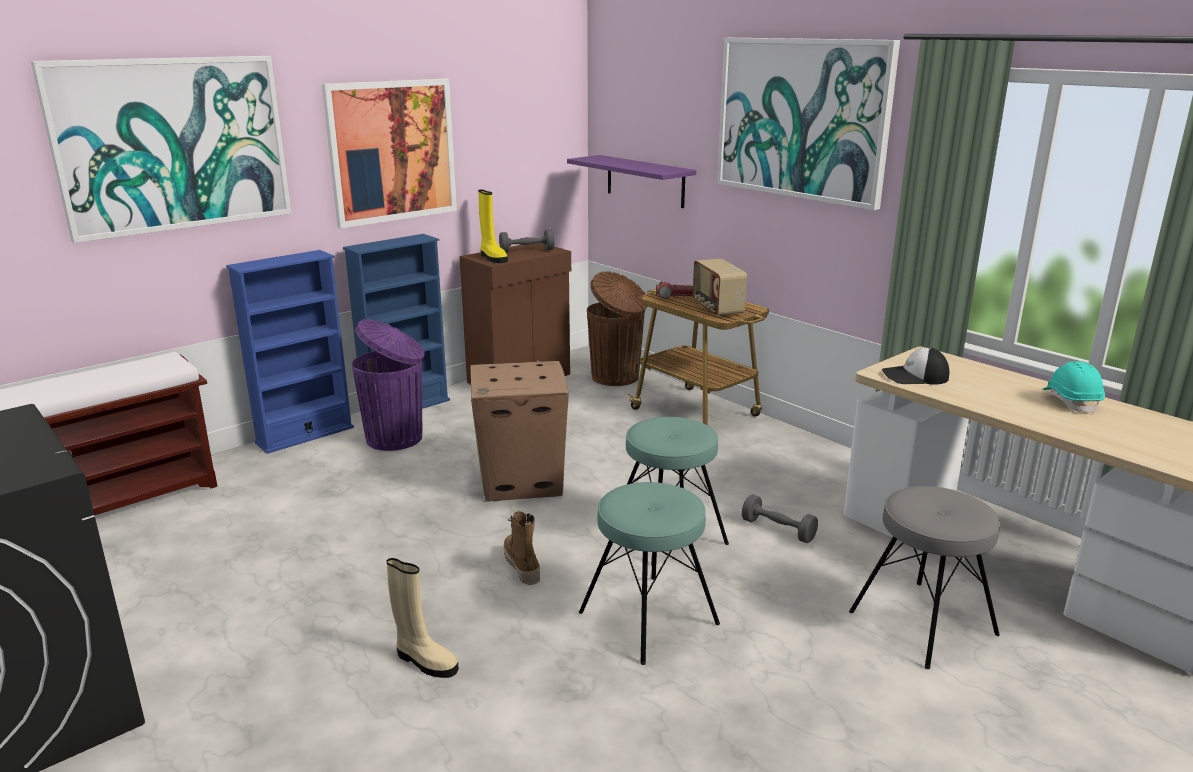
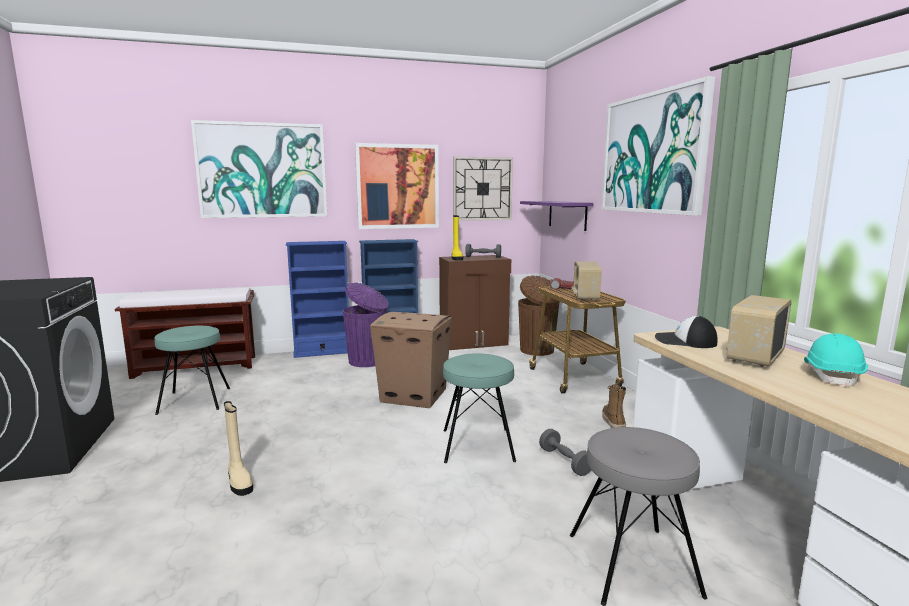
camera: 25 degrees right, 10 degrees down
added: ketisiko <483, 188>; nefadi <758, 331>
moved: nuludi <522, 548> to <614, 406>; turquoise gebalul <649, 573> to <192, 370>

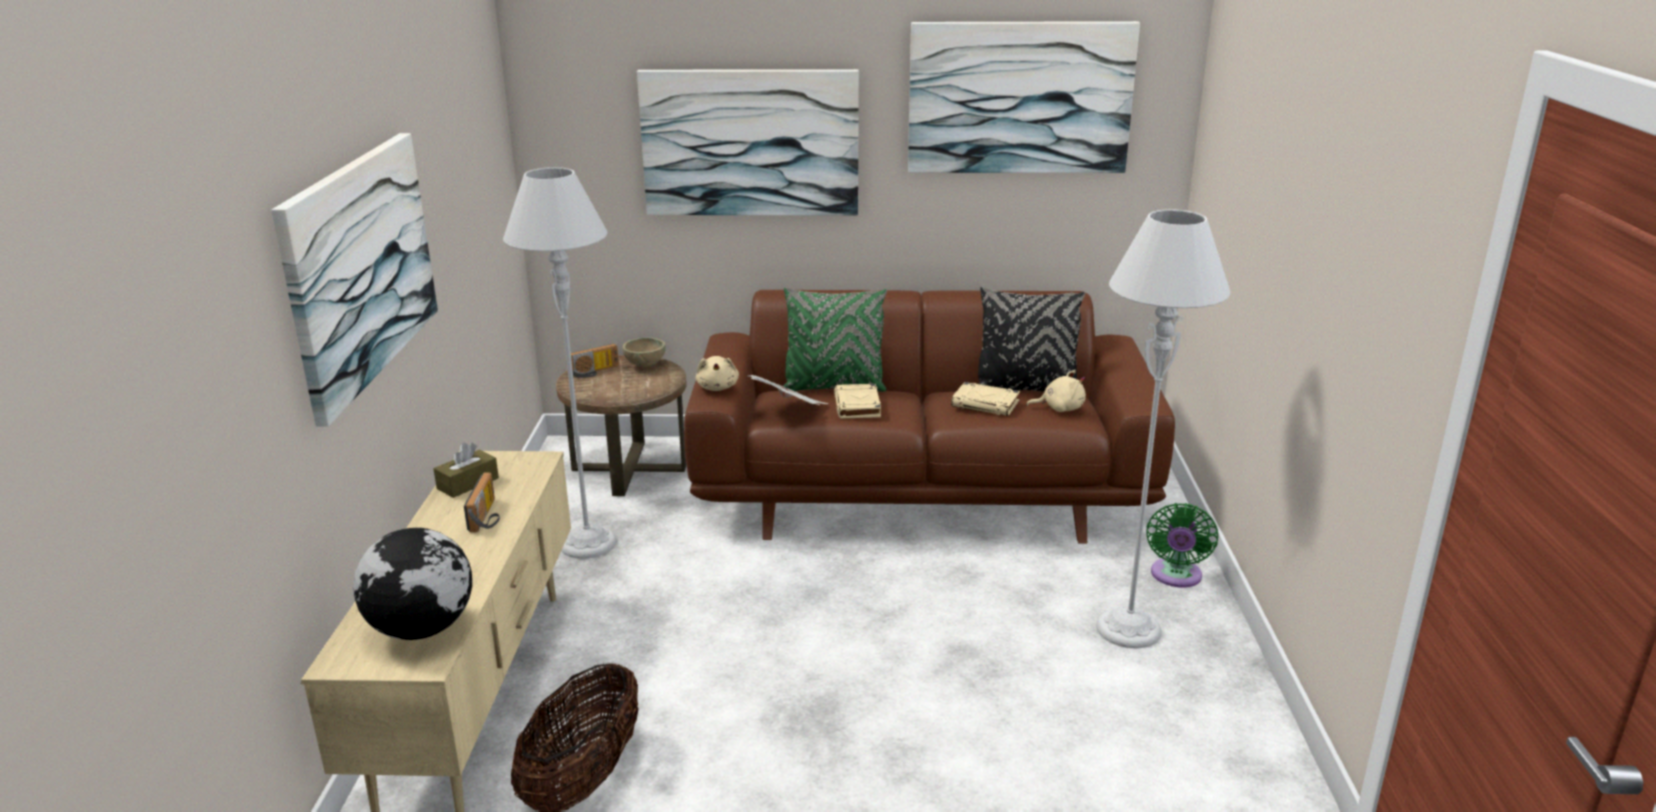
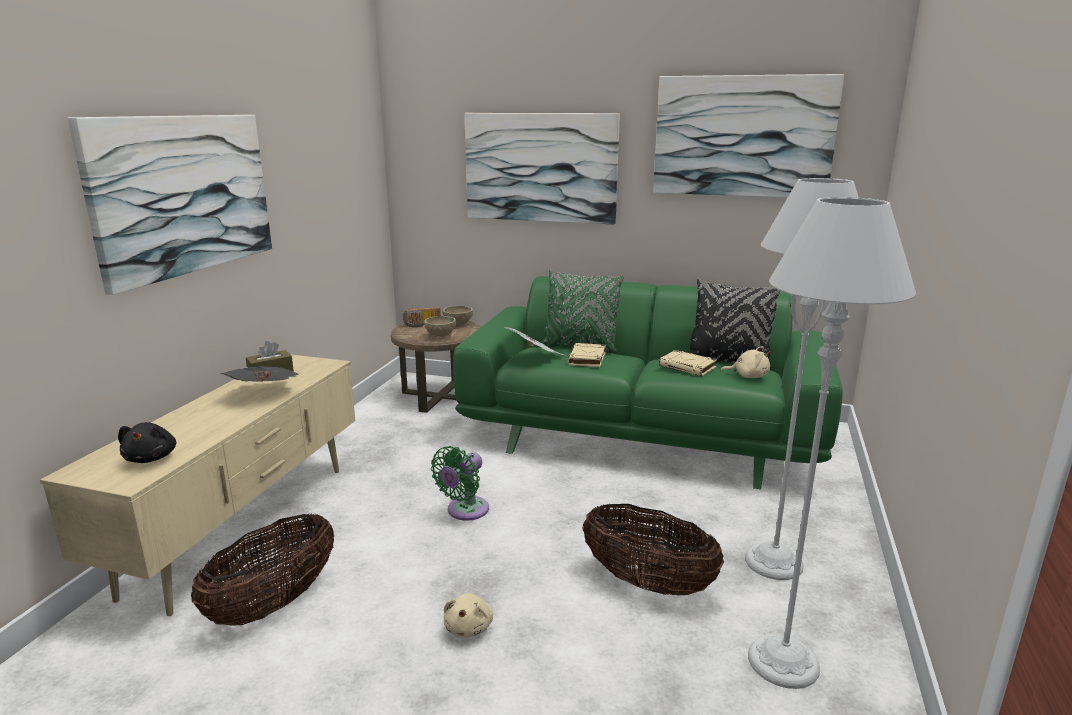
camera: 15 degrees right, 5 degrees down
added: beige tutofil <440, 326>; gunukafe <653, 549>
moved: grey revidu <560, 363> to <832, 443>; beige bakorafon <717, 373> to <468, 615>; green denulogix <1182, 545> to <460, 483>
replaced: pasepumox <412, 584> to black bakorafon <147, 442>; nefadi <482, 502> to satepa <259, 374>
recoloured: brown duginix <929, 416> to green duginix <648, 382>

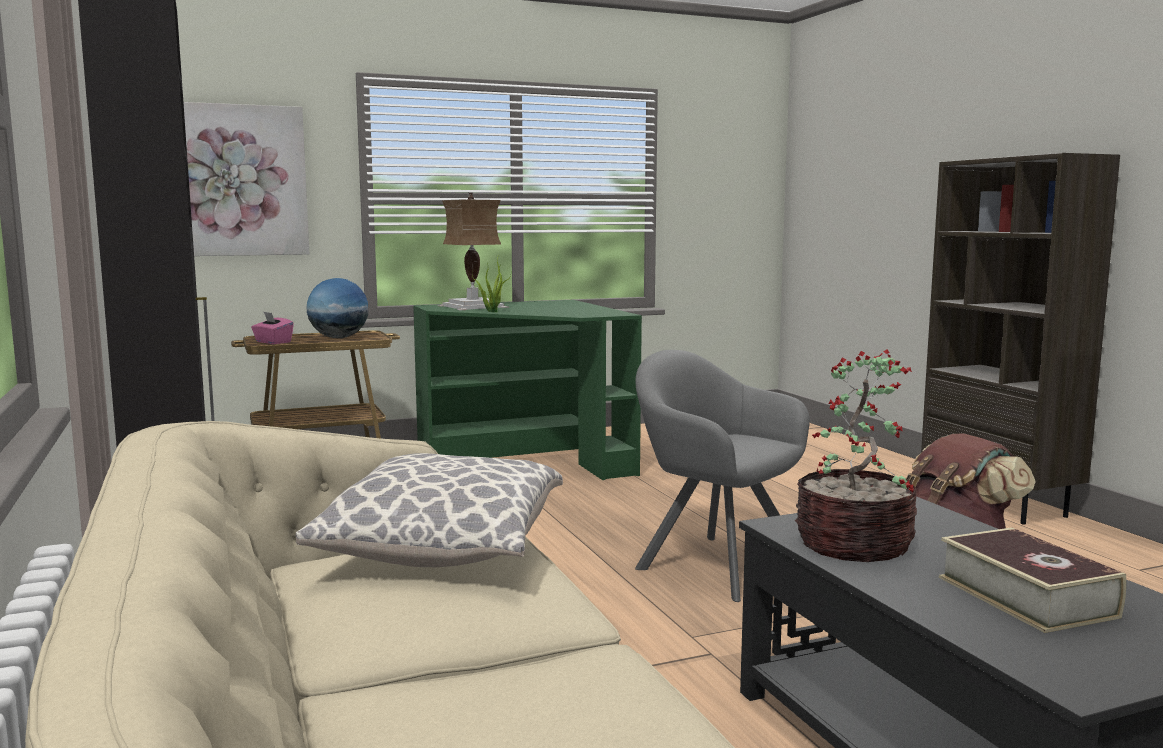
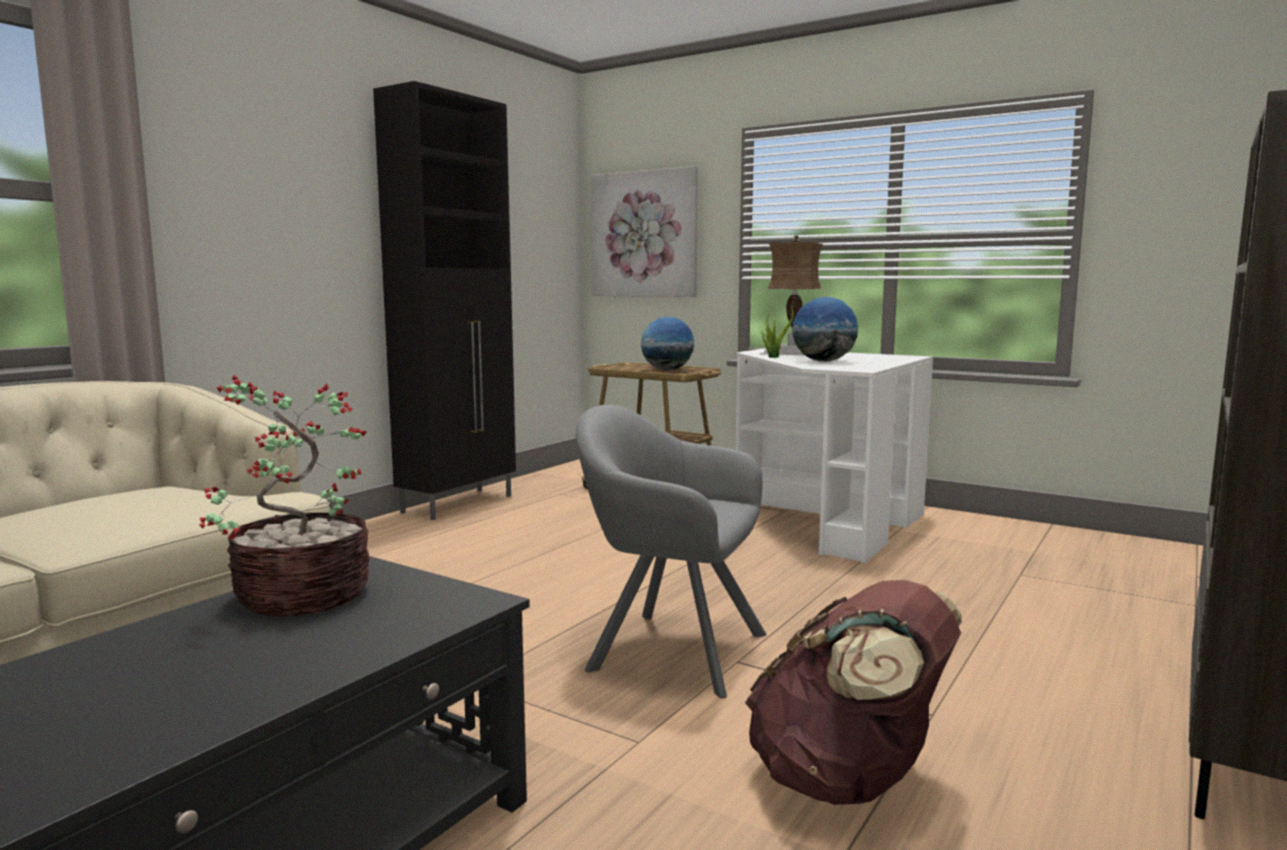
camera: 55 degrees right, 0 degrees up
removed: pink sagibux <272, 327>; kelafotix <429, 510>; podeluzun <1032, 580>
added: pasepumox <825, 329>
recoloured: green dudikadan <527, 390> to white dudikadan <834, 456>
turned: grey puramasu <722, 476> = <671, 551> 75 degrees counterclockwise

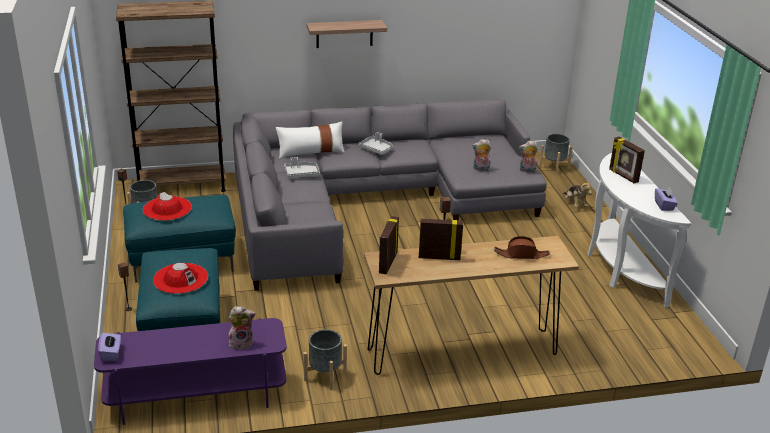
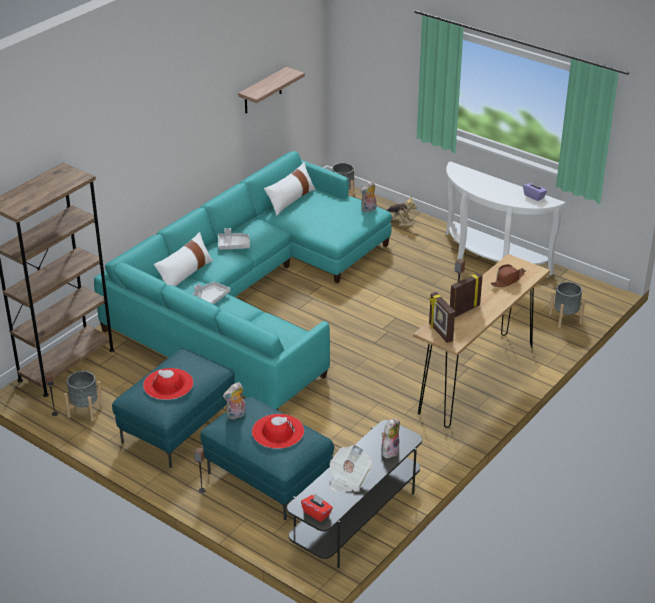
camera: 40 degrees left, 5 degrees up
removed: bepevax <627, 160>
added: white kelafotix <289, 189>; satepa <351, 467>
moved: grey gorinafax <325, 359> to <567, 305>; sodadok <346, 34> to <271, 90>; bakorafon <481, 155> to <234, 401>
recoloured: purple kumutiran <190, 371> to grey kumutiran <354, 494>; purple sagibux <109, 347> to red sagibux <317, 508>; grey duginix <390, 195> to turquoise duginix <243, 280>

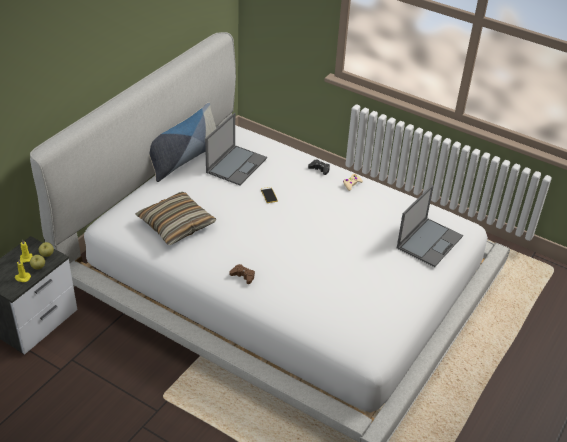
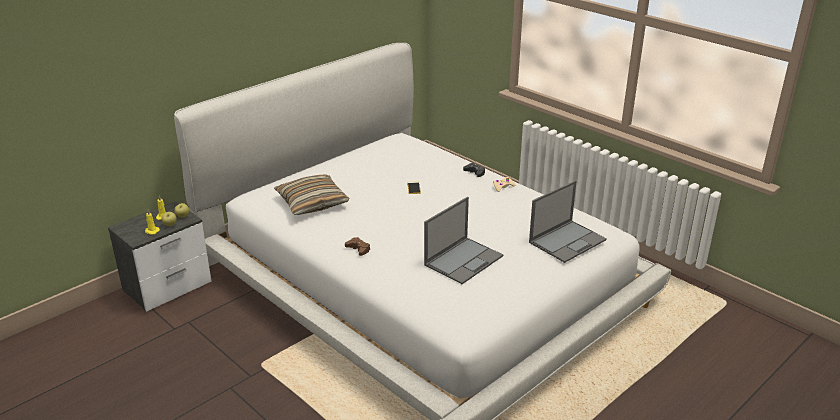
camera: 15 degrees right, 10 degrees down
removed: kelafotix <183, 142>
moved: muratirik <236, 149> to <463, 240>

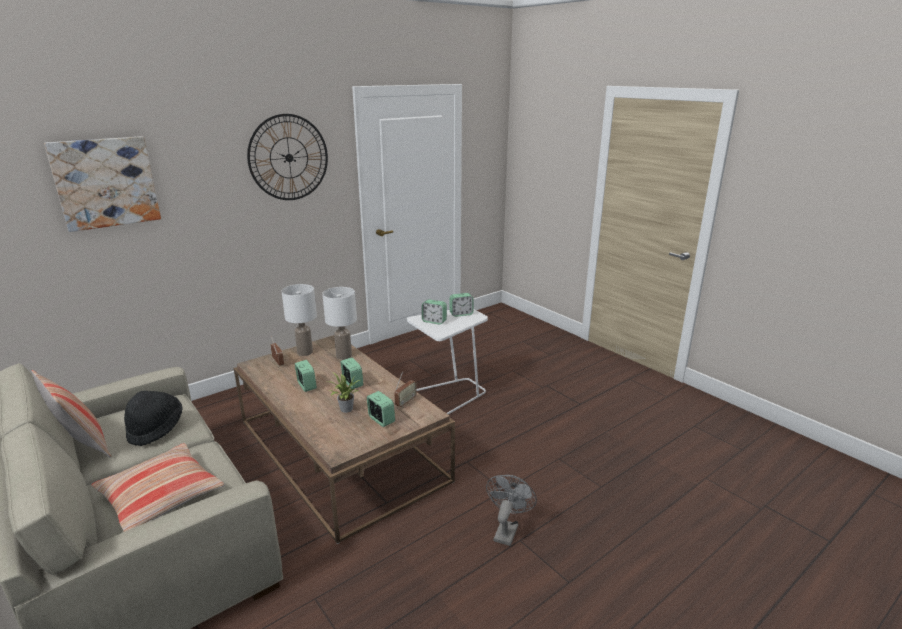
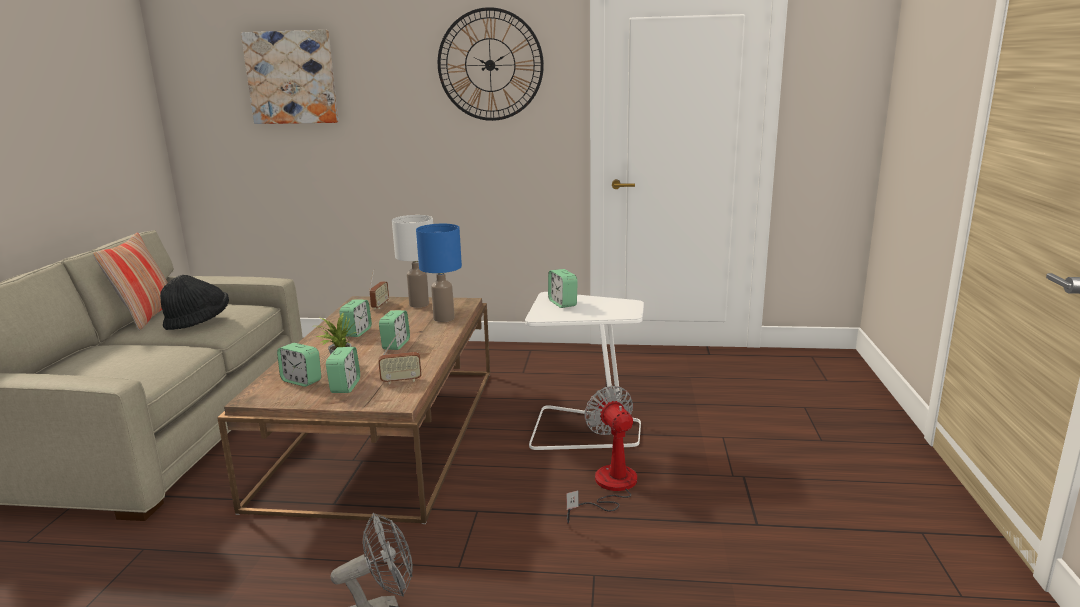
camera: 45 degrees right, 5 degrees down
removed: kelafotix <158, 487>
added: denulogix <601, 455>
moved: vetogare <461, 305> to <299, 365>
recoloured: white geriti <339, 323> to blue geriti <439, 273>

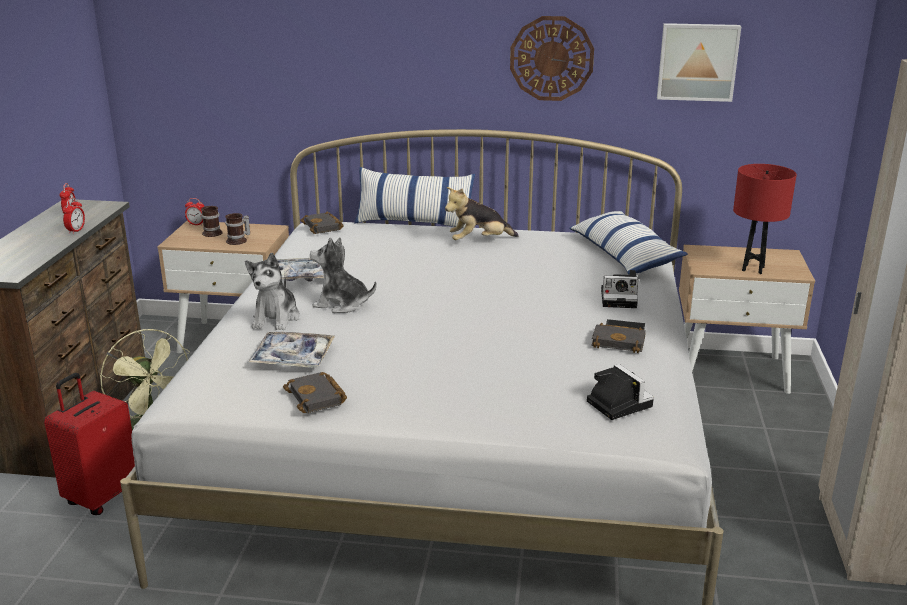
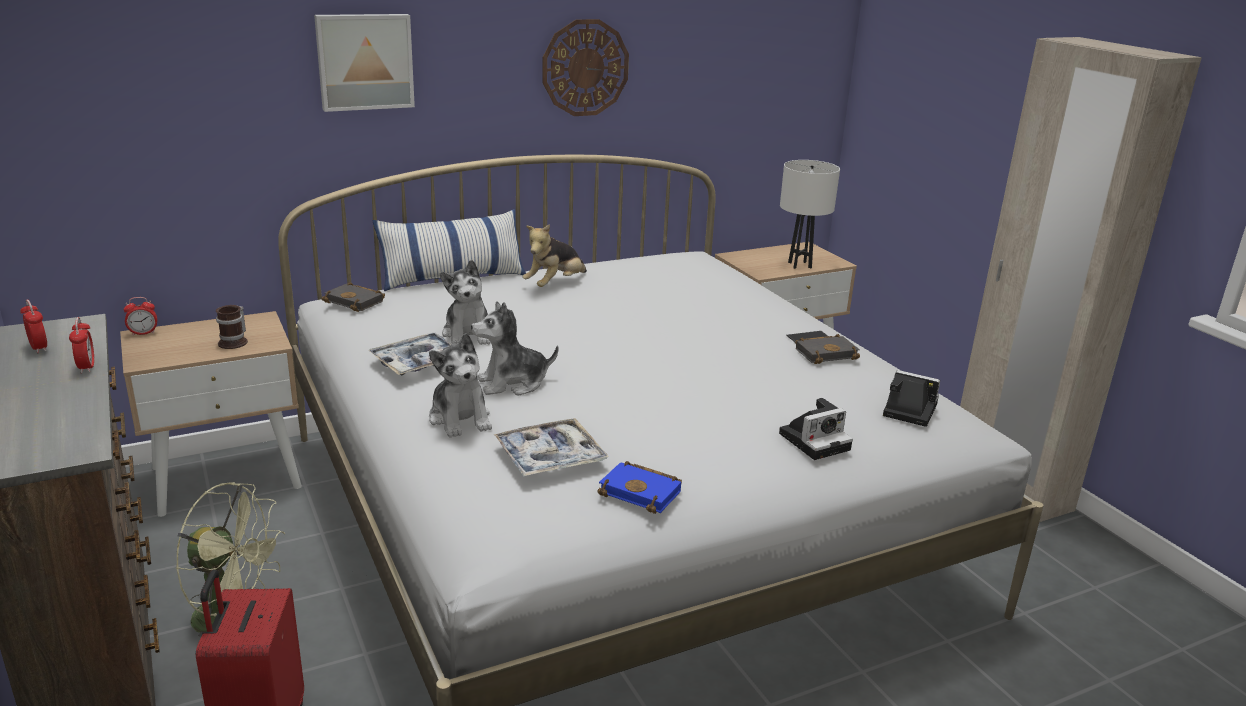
camera: 35 degrees left, 0 degrees up
removed: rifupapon <212, 221>; kelafotix <628, 242>
added: bakorafon <465, 302>
moved: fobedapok <619, 289> to <816, 429>; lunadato <699, 62> to <364, 63>
recoloured: black podeluzun <315, 392> to blue podeluzun <640, 487>; red geriti <765, 219> to white geriti <810, 214>

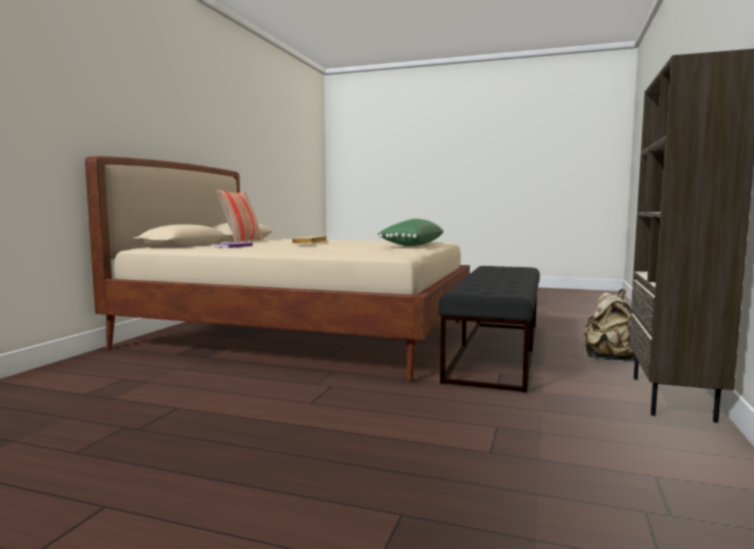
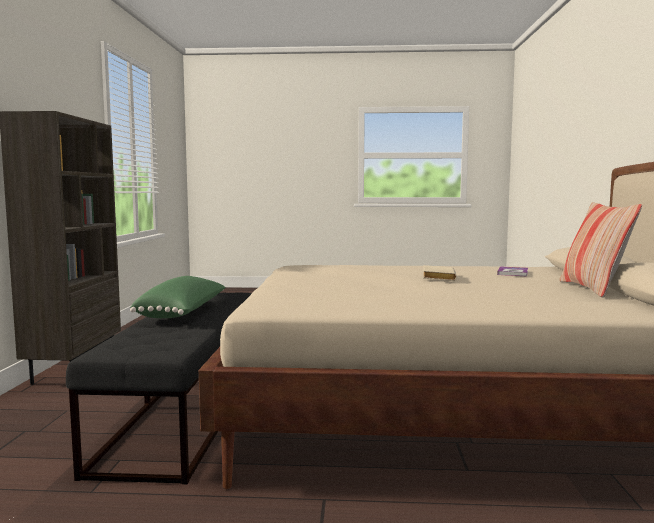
camera: 165 degrees right, 0 degrees up
removed: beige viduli <608, 325>
moved: green kelafotix <411, 232> to <178, 297>

